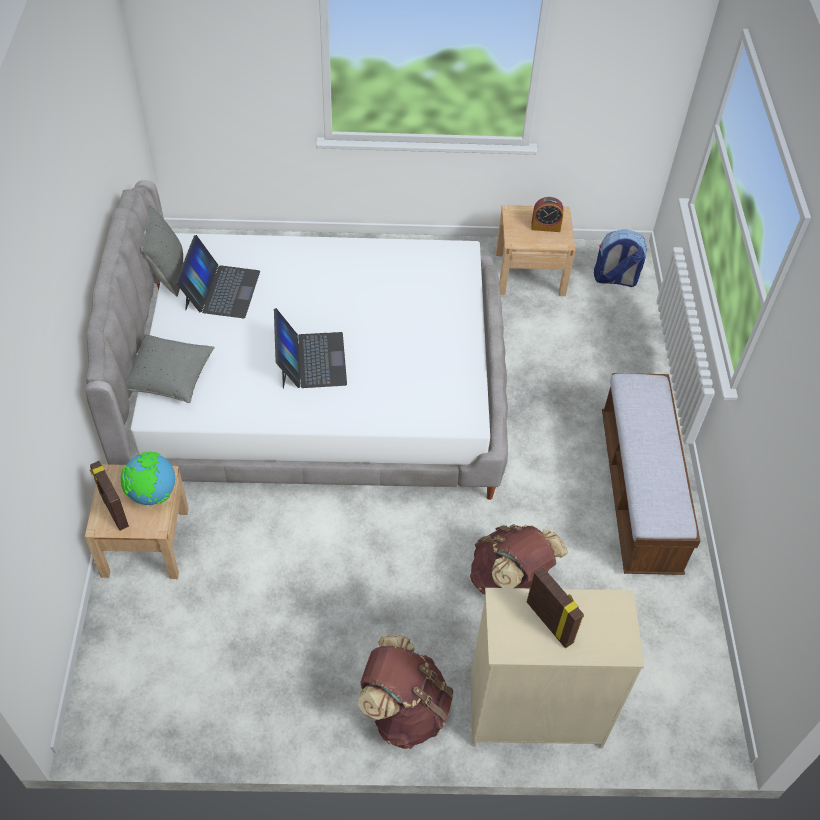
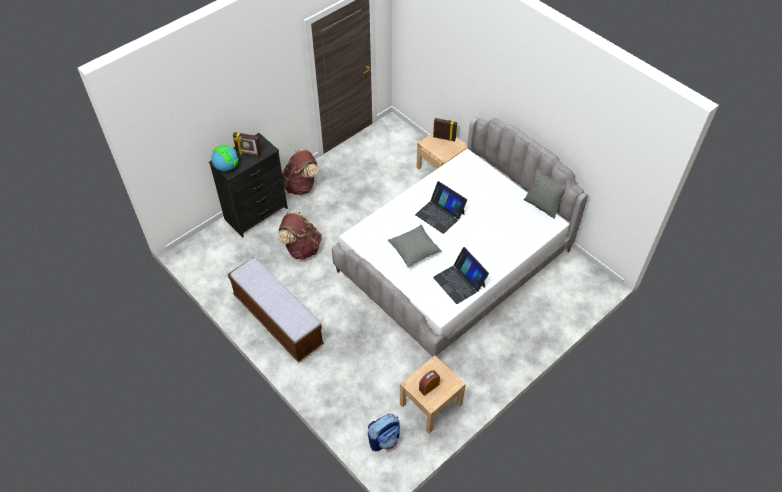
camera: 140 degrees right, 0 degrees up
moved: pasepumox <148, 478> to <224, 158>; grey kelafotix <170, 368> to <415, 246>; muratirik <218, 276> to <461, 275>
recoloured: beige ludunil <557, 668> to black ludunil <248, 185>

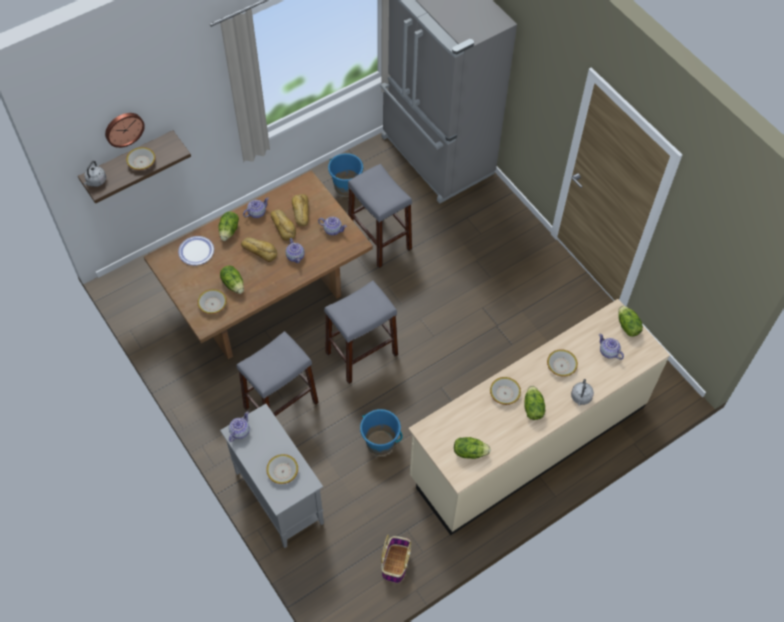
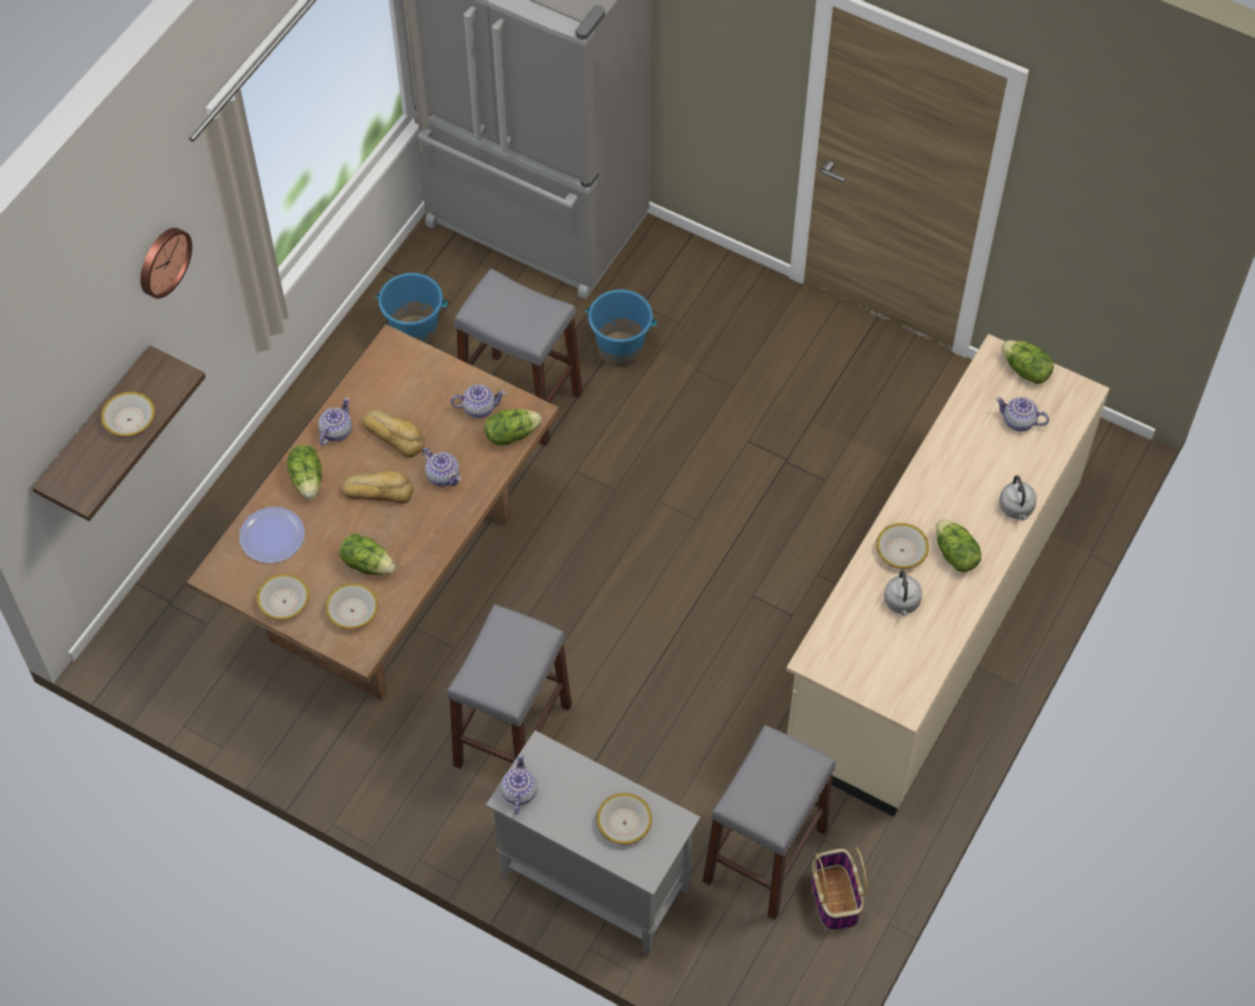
camera: 25 degrees left, 0 degrees up
removed: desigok <300, 210>
moved: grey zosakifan <94, 174> to <903, 592>; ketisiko <125, 130> to <166, 263>; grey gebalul <361, 332> to <769, 822>; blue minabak <381, 432> to <621, 328>; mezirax <472, 448> to <513, 427>; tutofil <562, 363> to <282, 597>

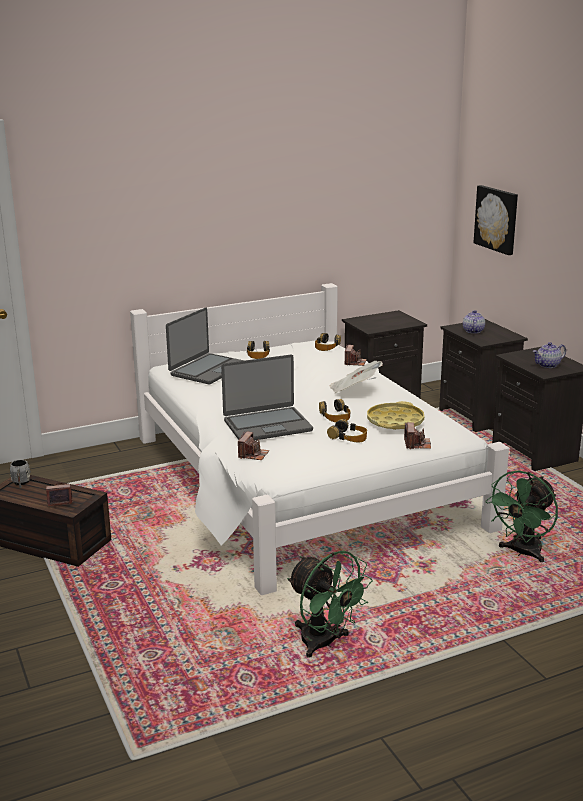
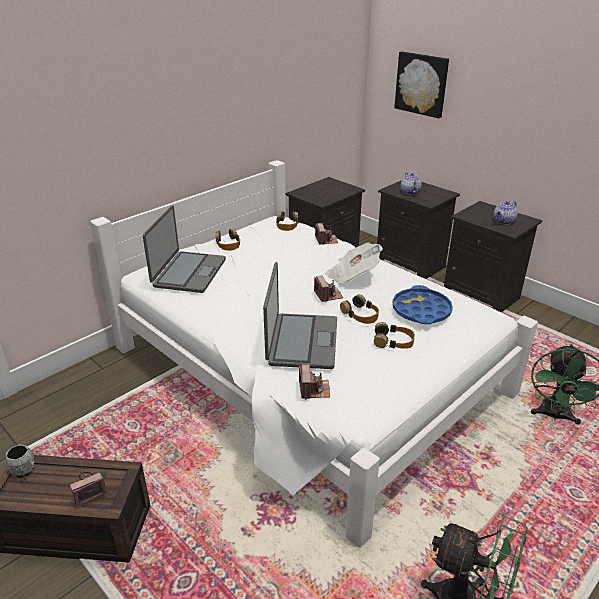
camera: 20 degrees left, 10 degrees up
moved: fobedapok <417, 435> to <328, 289>
recoloured: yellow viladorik <395, 415> to blue viladorik <423, 304>
turned: muratirik <267, 397> = <300, 315> 45 degrees counterclockwise

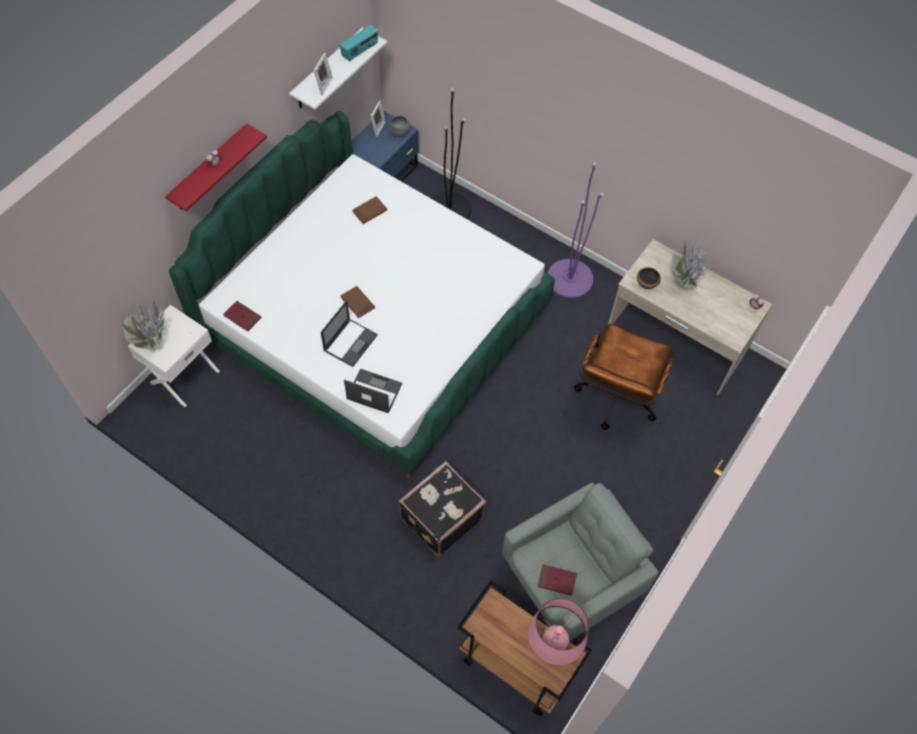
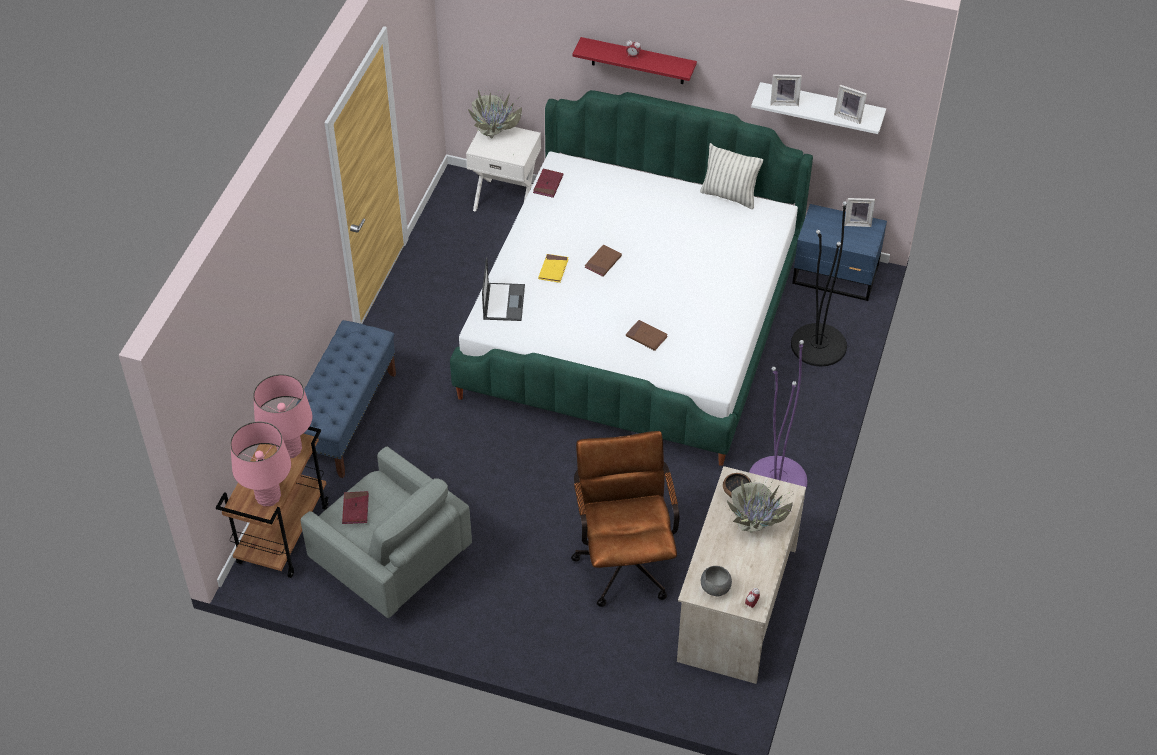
camera: 75 degrees right, 10 degrees down
removed: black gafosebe <442, 509>
added: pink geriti <283, 416>; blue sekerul <346, 399>; kelafotix <731, 176>
moved: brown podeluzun <369, 210> to <647, 335>; grey tutofil <399, 126> to <716, 581>
replaced: muratirik <349, 333> to yellow podeluzun <553, 268>; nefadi <358, 43> to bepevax <850, 104>
turned: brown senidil <624, 377> = <625, 519> 75 degrees clockwise

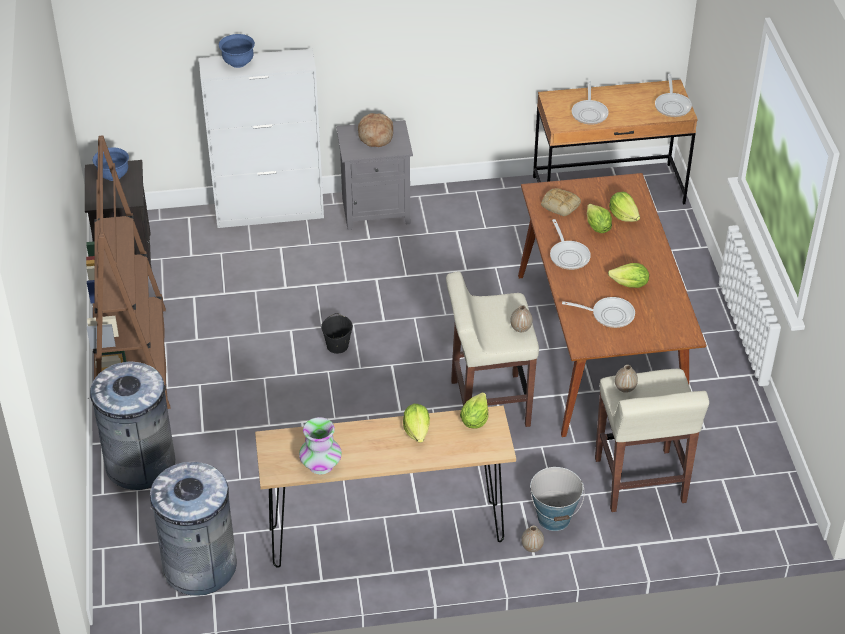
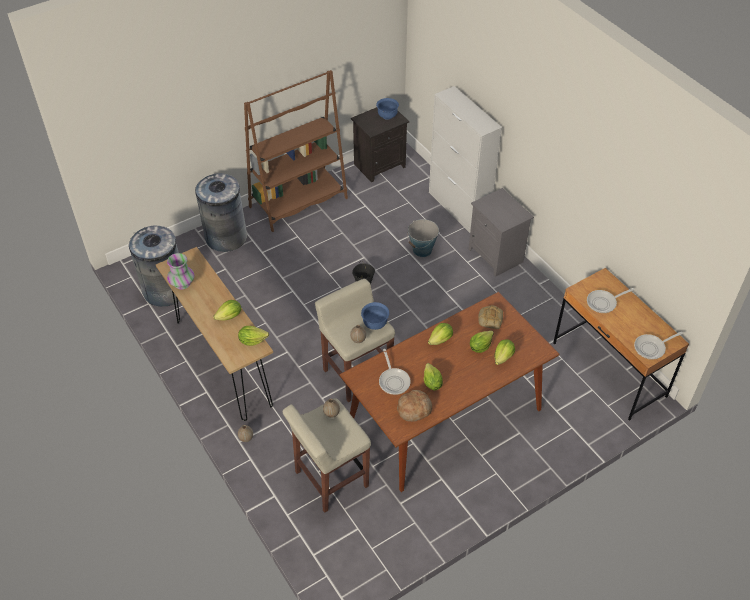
camera: 65 degrees right, 5 degrees up
moved: blue tutofil <237, 51> to <375, 316>; desigok <375, 130> to <414, 406>; minabak <557, 499> to <423, 238>
replaced: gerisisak <570, 244> to mezirax <440, 334>

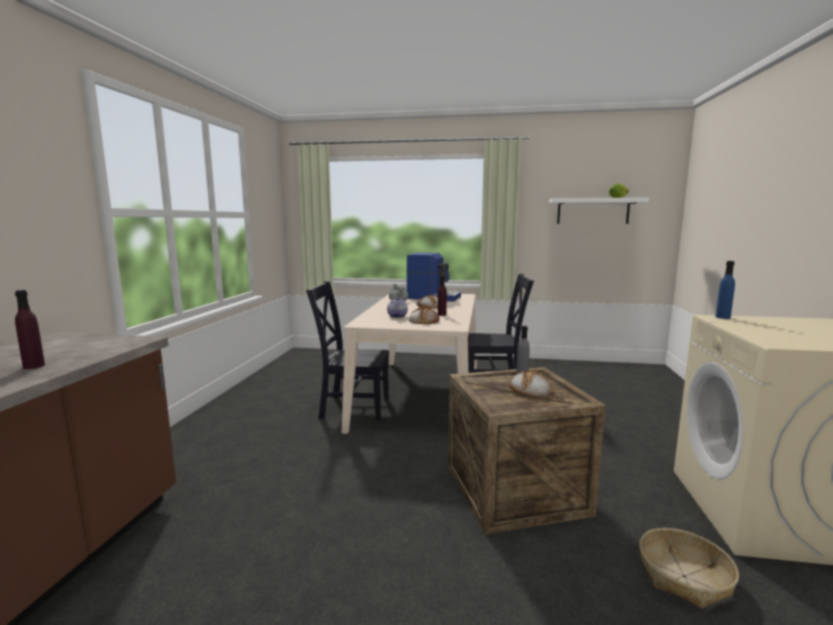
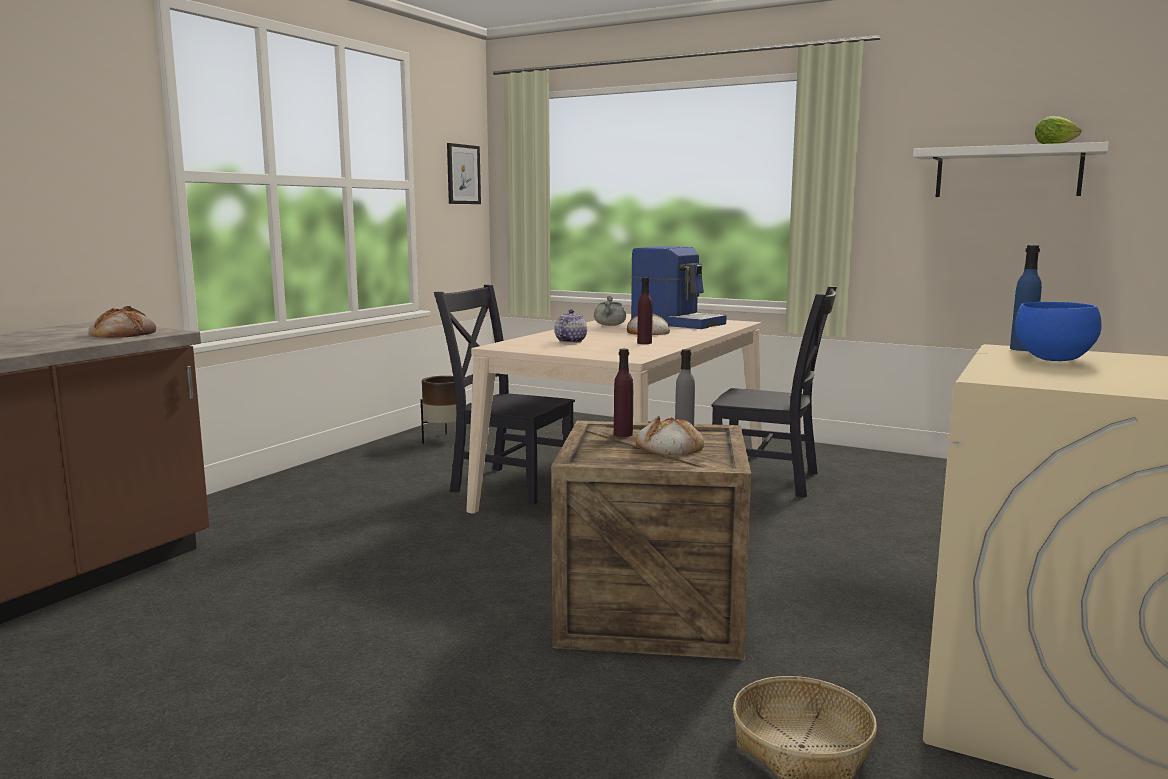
camera: 20 degrees right, 0 degrees up
added: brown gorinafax <438, 410>; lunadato <464, 173>; blue tutofil <1058, 331>
moved: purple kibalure <30, 329> to <623, 393>; desigok <424, 315> to <122, 322>

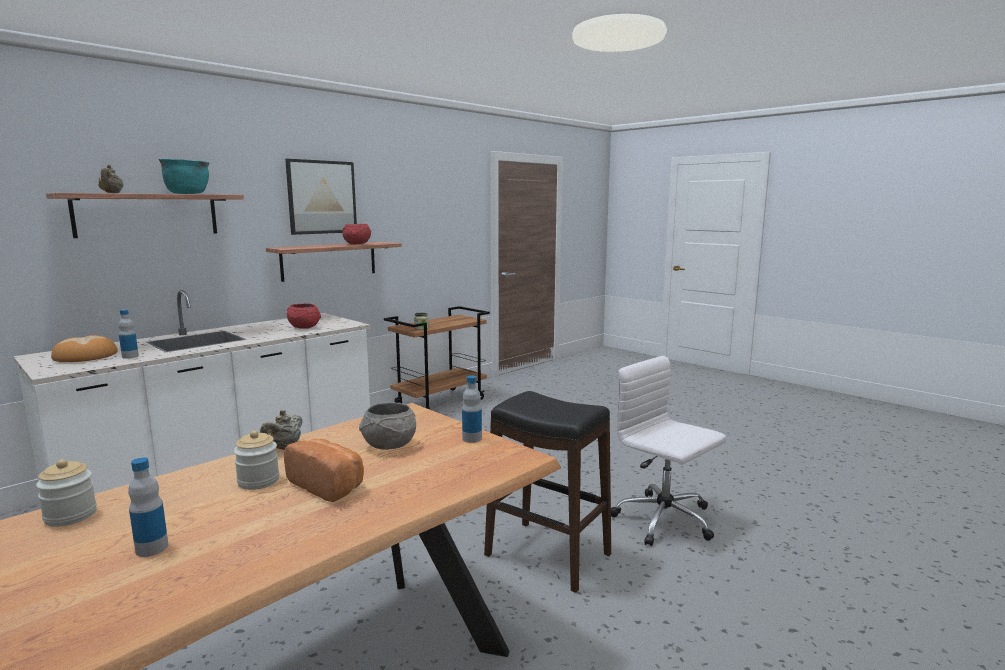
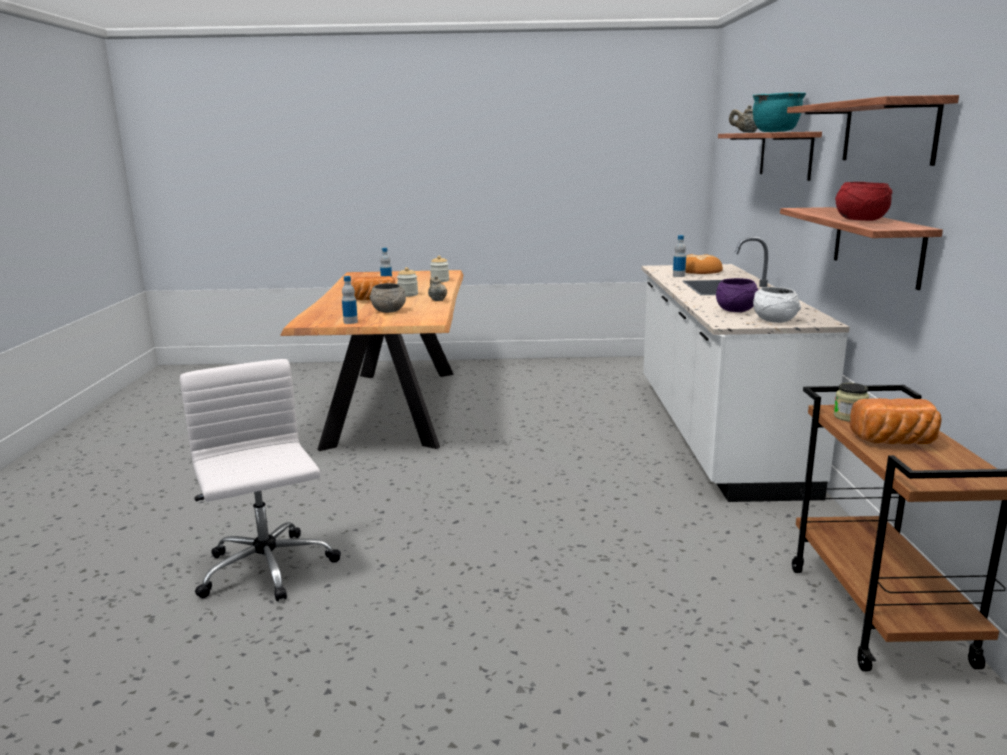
camera: 135 degrees right, 5 degrees up
removed: black gebalul <547, 492>
added: white tutofil <777, 305>; desigok <896, 421>
replaced: lunadato <321, 197> to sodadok <873, 130>
recoloured: red tutofil <304, 316> to purple tutofil <737, 295>
turned: white senidil <668, 451> = <260, 480> 120 degrees counterclockwise

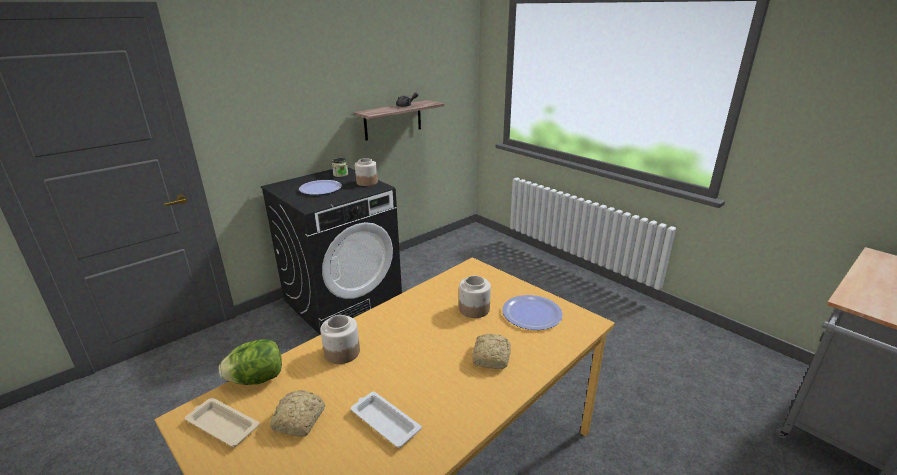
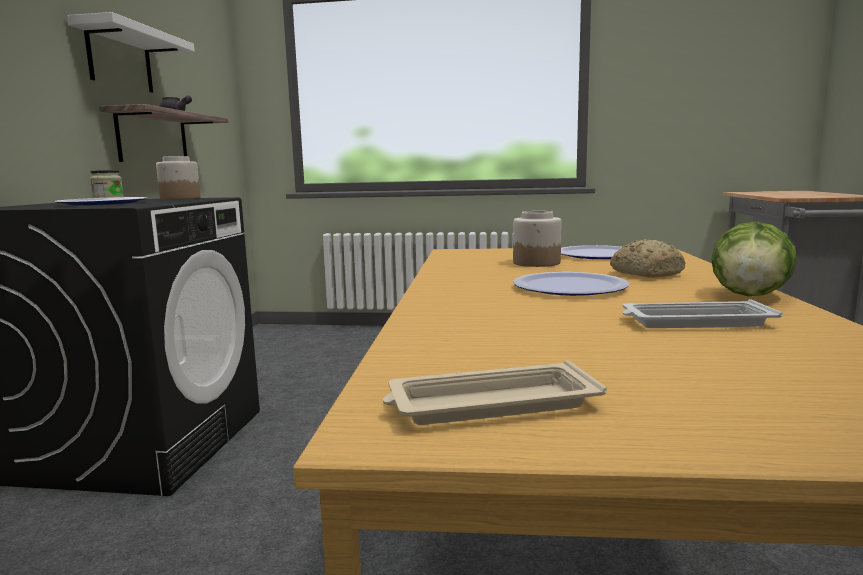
camera: 40 degrees left, 15 degrees down
removed: desigok <297, 413>; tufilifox <340, 339>
added: white sodadok <131, 52>; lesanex <571, 284>
moved: mezirax <250, 362> to <754, 258>

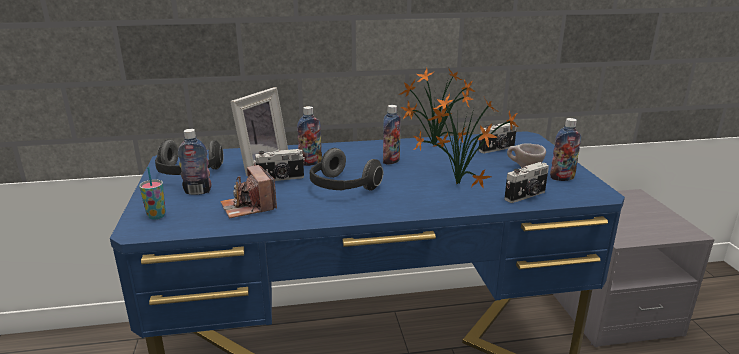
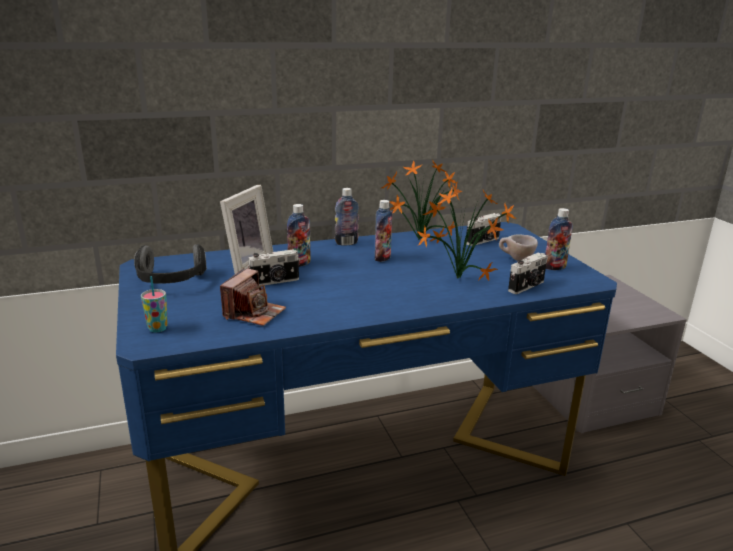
camera: 10 degrees left, 0 degrees up
removed: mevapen <346, 169>
moved: kibalure <195, 162> to <347, 217>
turned: fobedapok <248, 191> = <253, 297> 120 degrees counterclockwise

